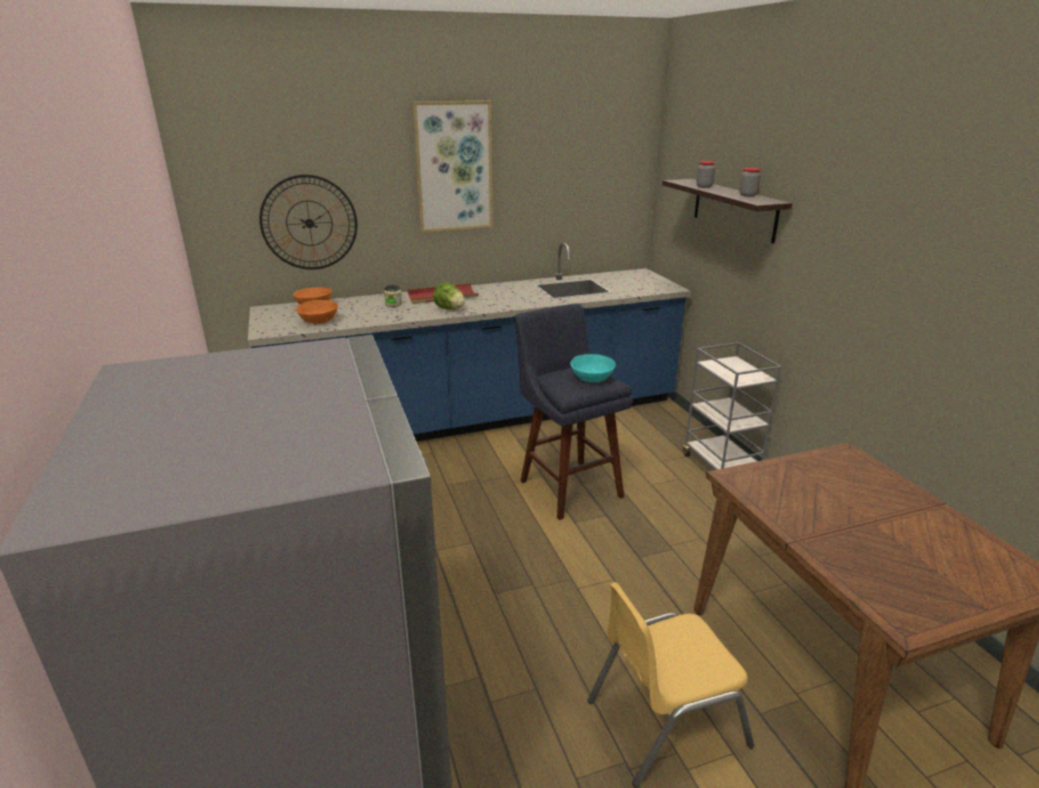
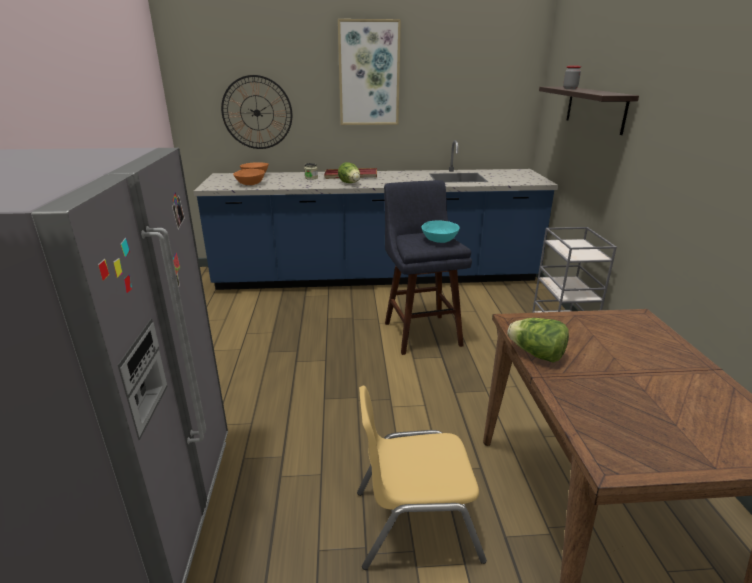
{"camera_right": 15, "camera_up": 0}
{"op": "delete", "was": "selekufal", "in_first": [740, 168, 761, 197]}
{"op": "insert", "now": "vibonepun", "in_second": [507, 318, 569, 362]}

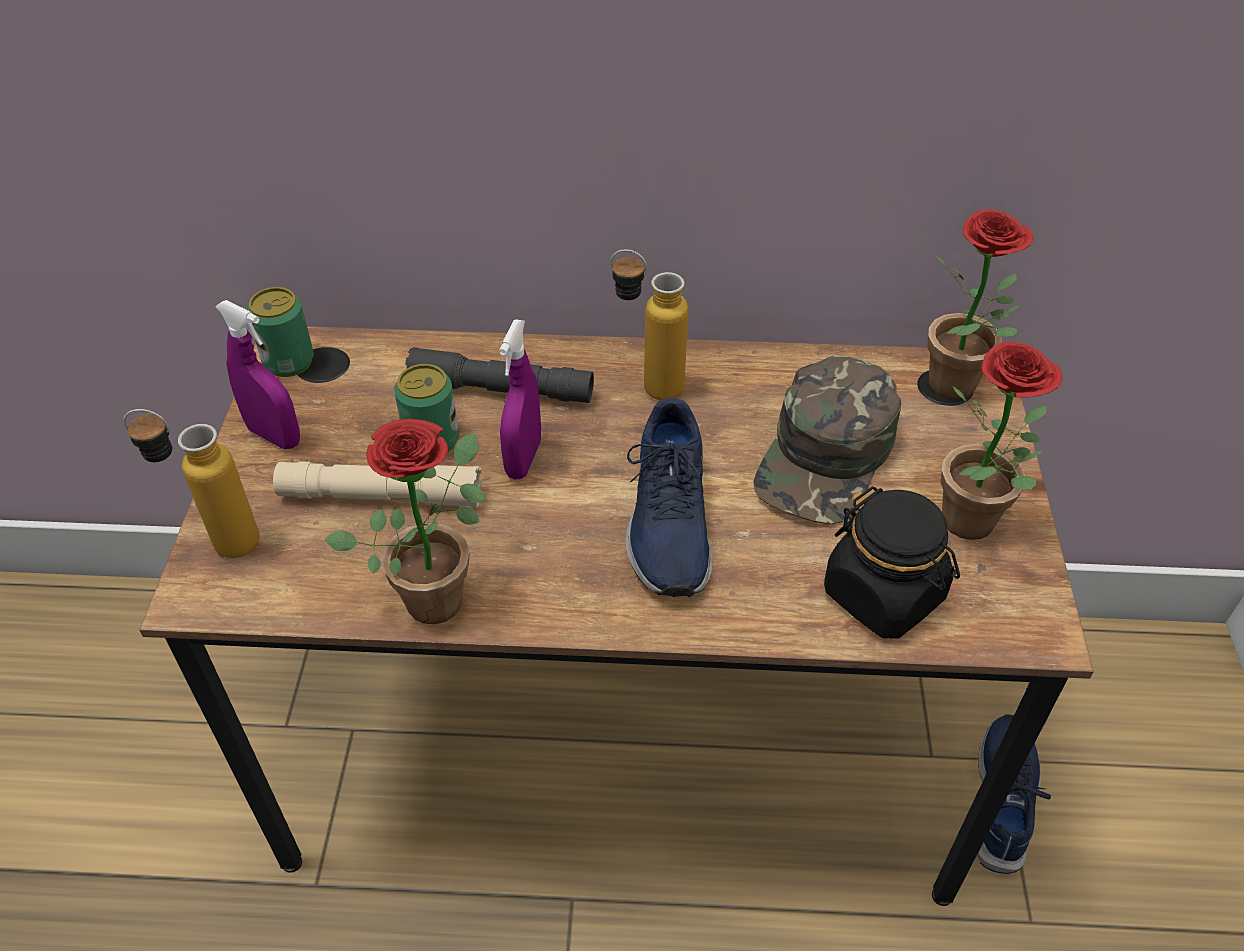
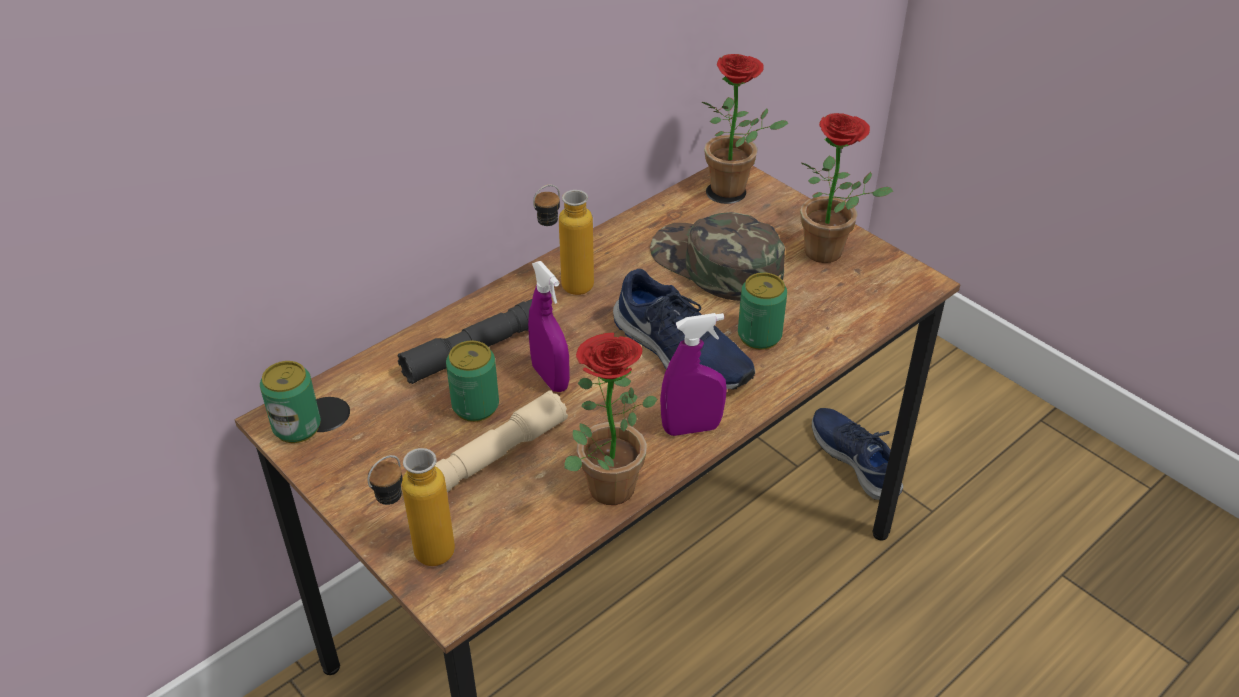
{"camera_right": -45, "camera_up": -5}
{"op": "delete", "was": "black_selekufal", "in_first": [824, 486, 960, 639]}
{"op": "insert", "now": "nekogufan", "in_second": [738, 272, 787, 350]}
{"op": "move", "was": "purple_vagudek", "in_first": [215, 300, 300, 449], "in_second": [660, 313, 727, 436]}
{"op": "rotate", "was": "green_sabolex", "in_first": [753, 356, 902, 525], "in_second": [650, 212, 785, 301], "clockwise": 150}

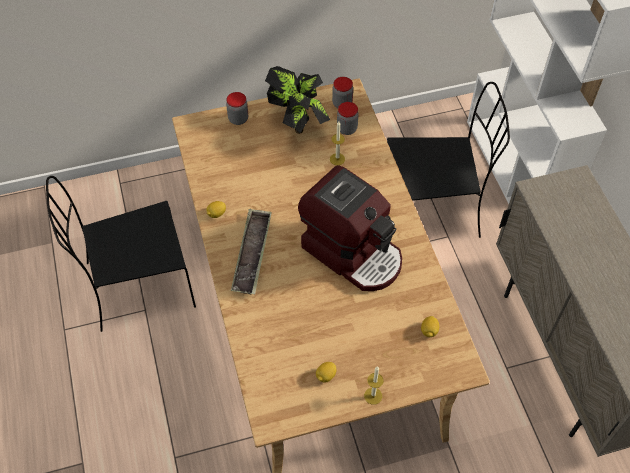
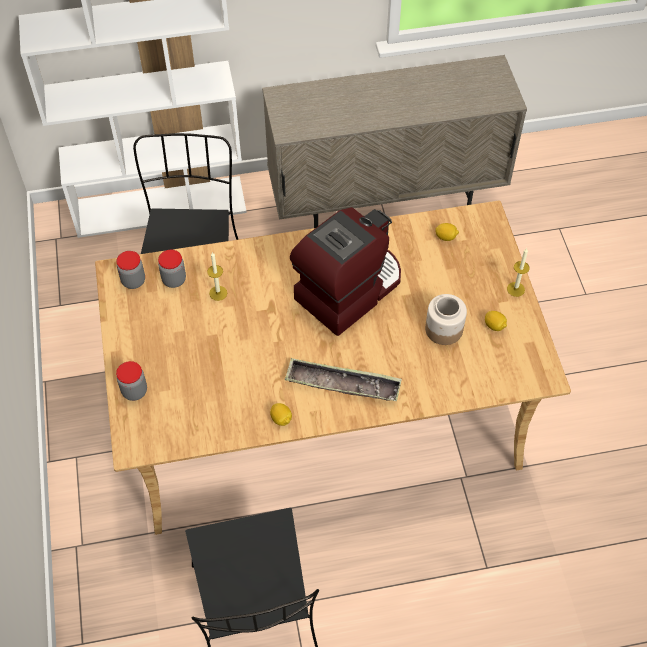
{"camera_right": -85, "camera_up": 0}
{"op": "delete", "was": "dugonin", "in_first": [265, 66, 330, 134]}
{"op": "insert", "now": "selekufal", "in_second": [425, 294, 467, 345]}

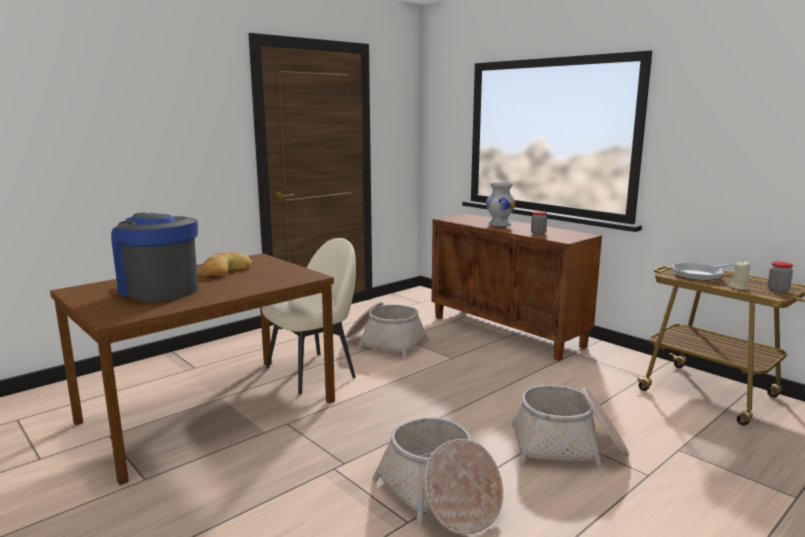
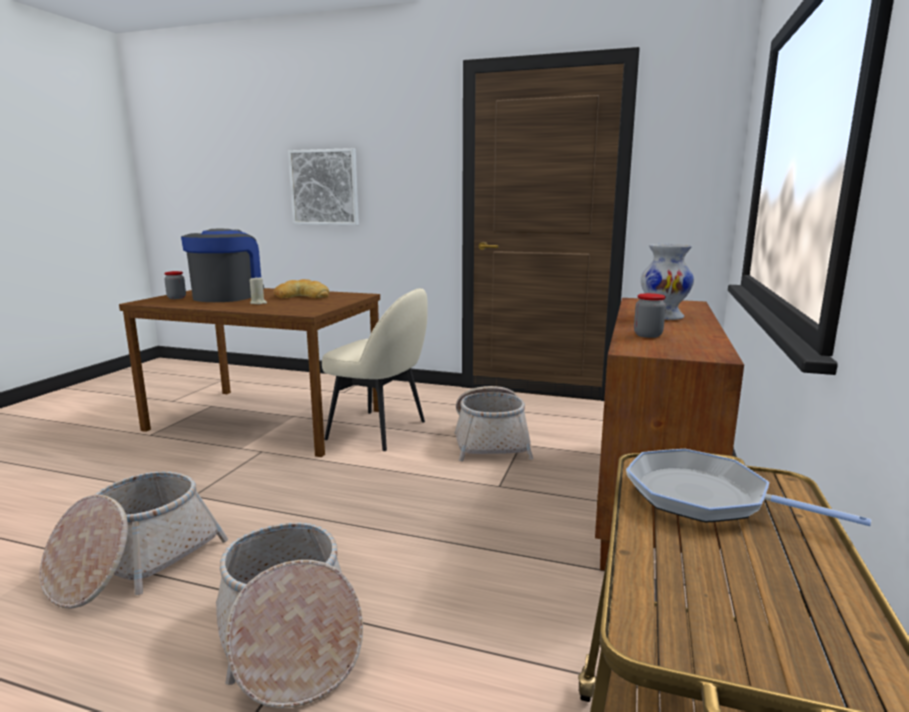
{"camera_right": 60, "camera_up": 0}
{"op": "insert", "now": "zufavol", "in_second": [288, 148, 359, 225]}
{"op": "move", "was": "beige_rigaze", "in_first": [729, 262, 750, 290], "in_second": [250, 278, 267, 304]}
{"op": "move", "was": "selekufal", "in_first": [767, 261, 793, 293], "in_second": [164, 271, 186, 299]}

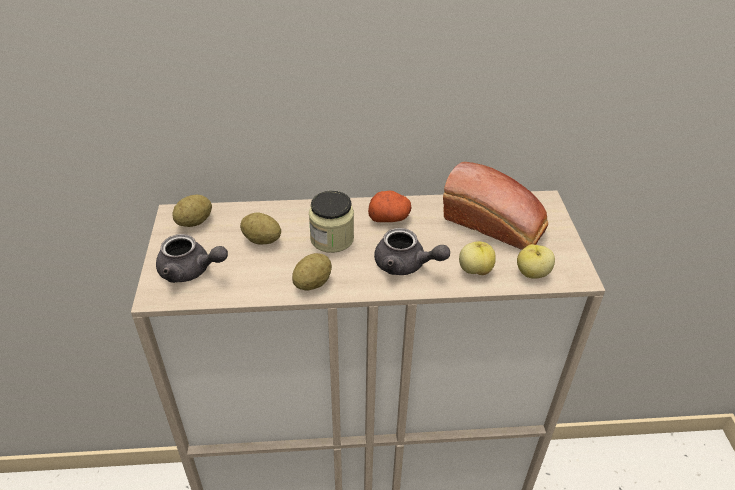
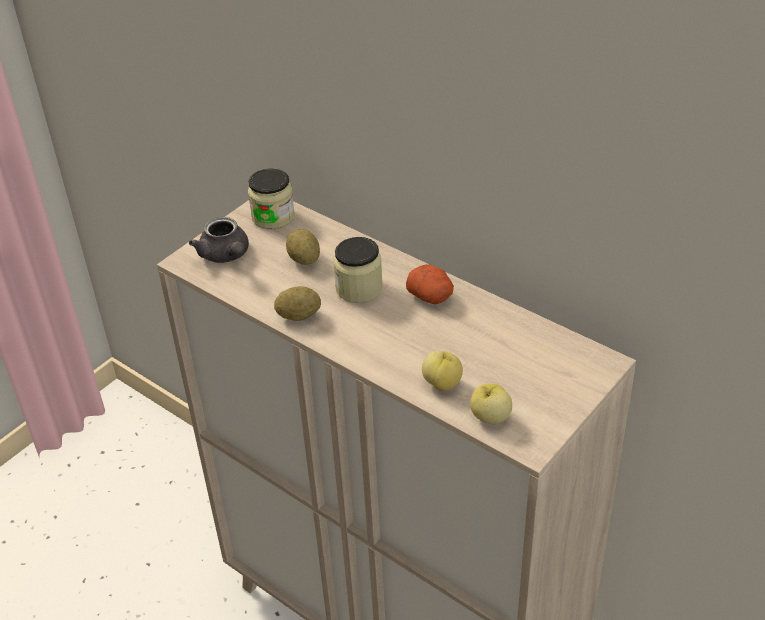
{"camera_right": 45, "camera_up": 0}
{"op": "delete", "was": "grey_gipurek", "in_first": [374, 228, 450, 275]}
{"op": "delete", "was": "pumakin", "in_first": [443, 162, 548, 250]}
{"op": "replace", "was": "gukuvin", "now": "selekufal", "in_first": [172, 195, 212, 227], "in_second": [248, 169, 295, 229]}

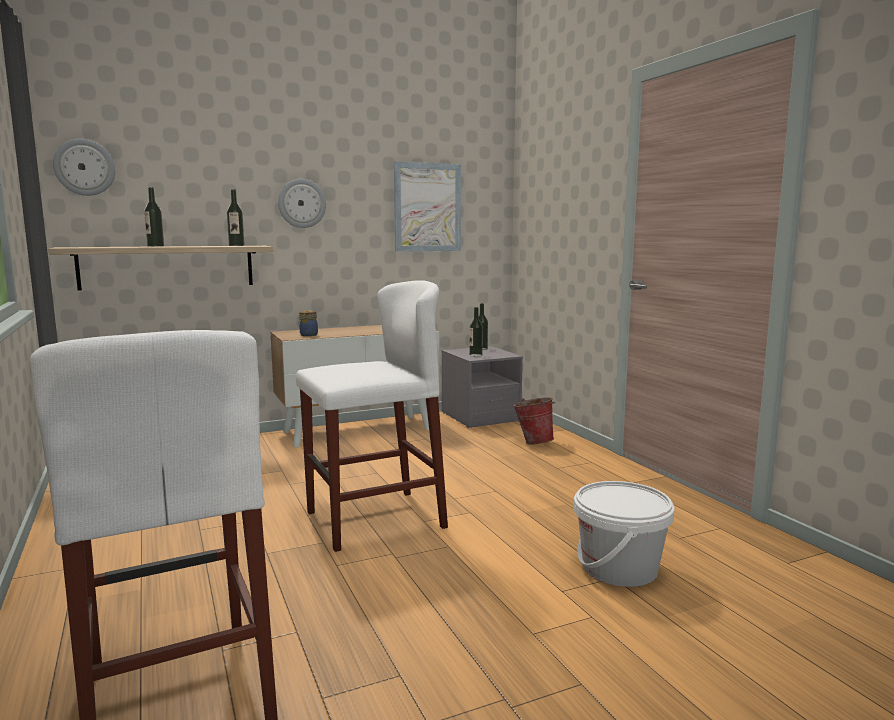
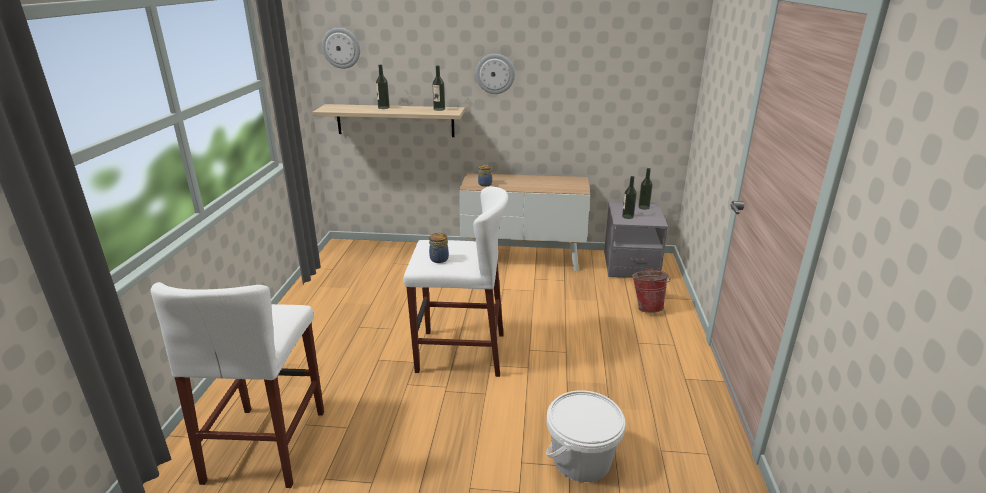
{"camera_right": 30, "camera_up": 15}
{"op": "delete", "was": "zufavol", "in_first": [394, 162, 461, 252]}
{"op": "insert", "now": "selekufal", "in_second": [429, 233, 449, 263]}

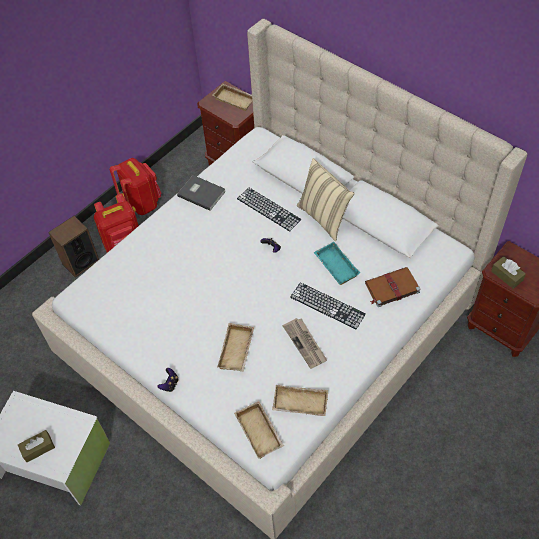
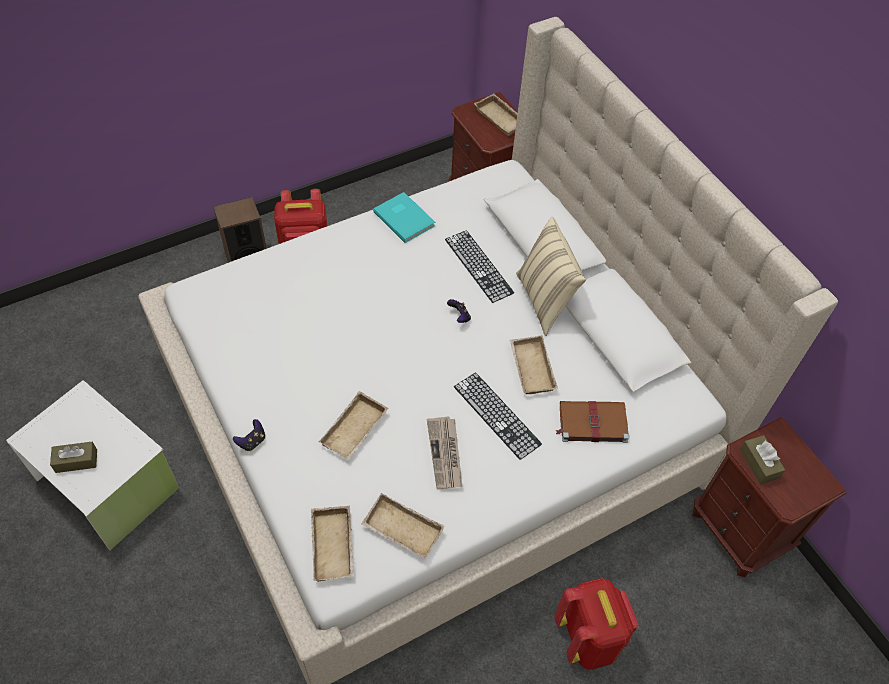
{"camera_right": 15, "camera_up": 0}
{"op": "move", "was": "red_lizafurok", "in_first": [110, 158, 161, 215], "in_second": [554, 578, 639, 670]}
{"op": "recolor", "was": "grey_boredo", "now": "turquoise_boredo", "in_first": [177, 175, 226, 211], "in_second": [373, 192, 435, 243]}
{"op": "recolor", "was": "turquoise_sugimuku", "now": "beige_sugimuku", "in_first": [314, 242, 360, 285], "in_second": [509, 335, 558, 394]}

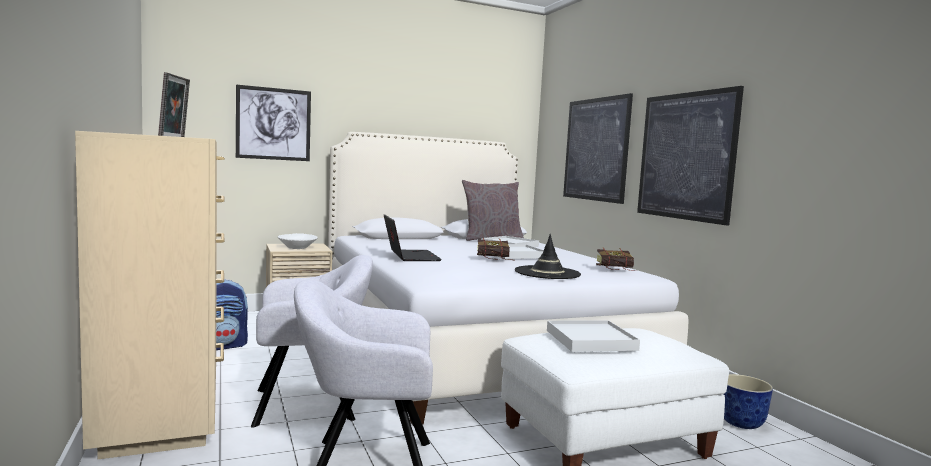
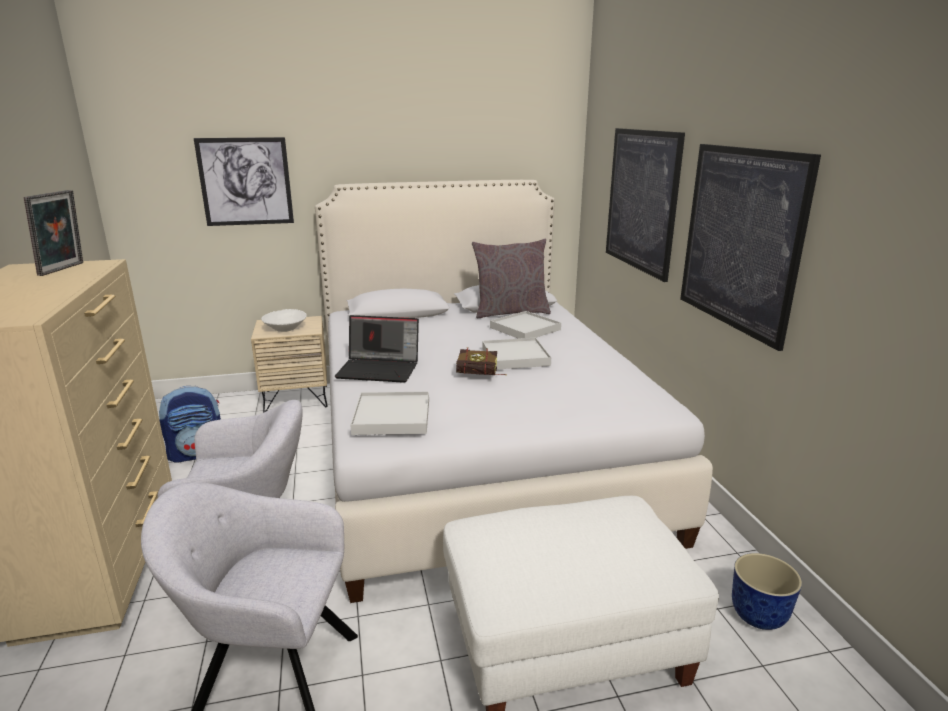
{"camera_right": 10, "camera_up": 15}
{"op": "delete", "was": "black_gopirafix", "in_first": [515, 234, 581, 279]}
{"op": "delete", "was": "boredo", "in_first": [596, 248, 636, 271]}
{"op": "move", "was": "white_sugimuku", "in_first": [547, 320, 640, 352], "in_second": [350, 392, 429, 435]}
{"op": "rotate", "was": "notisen", "in_first": [384, 214, 442, 261], "in_second": [334, 315, 419, 383], "clockwise": 105}

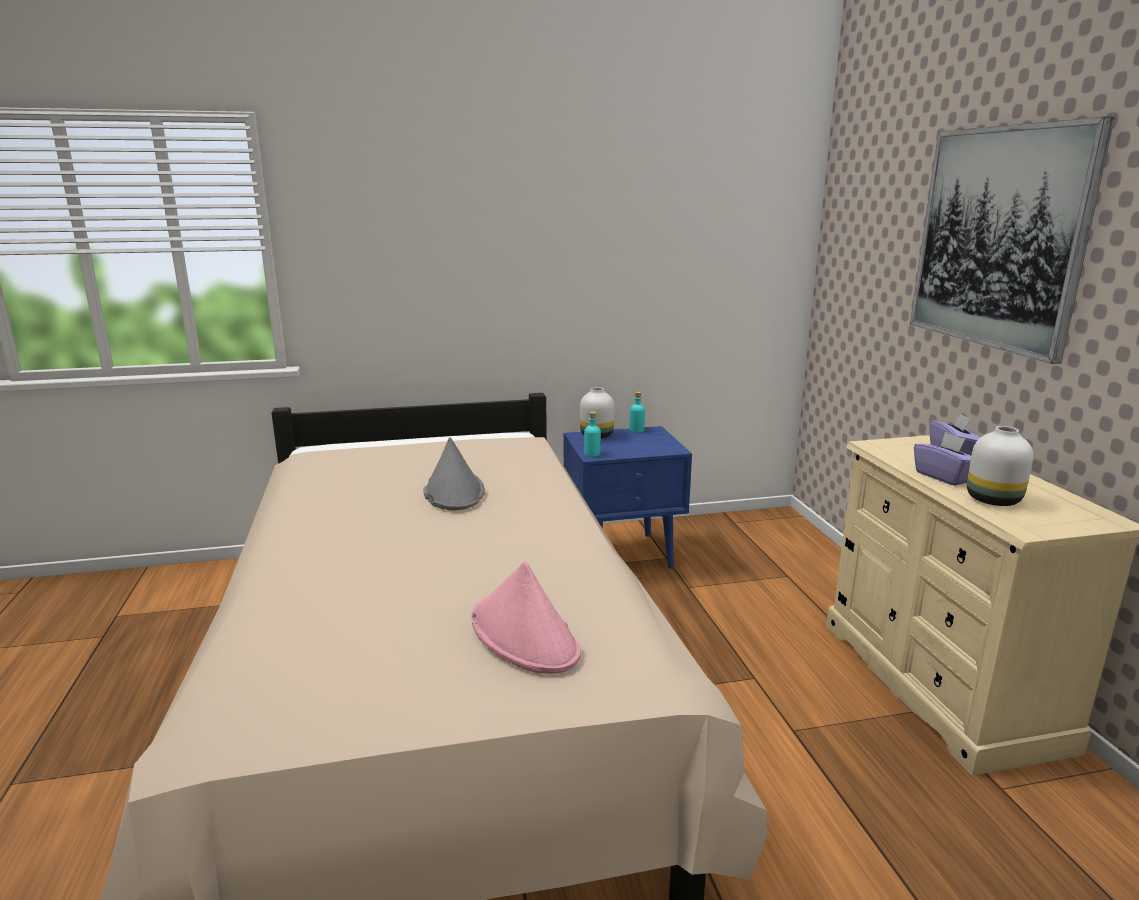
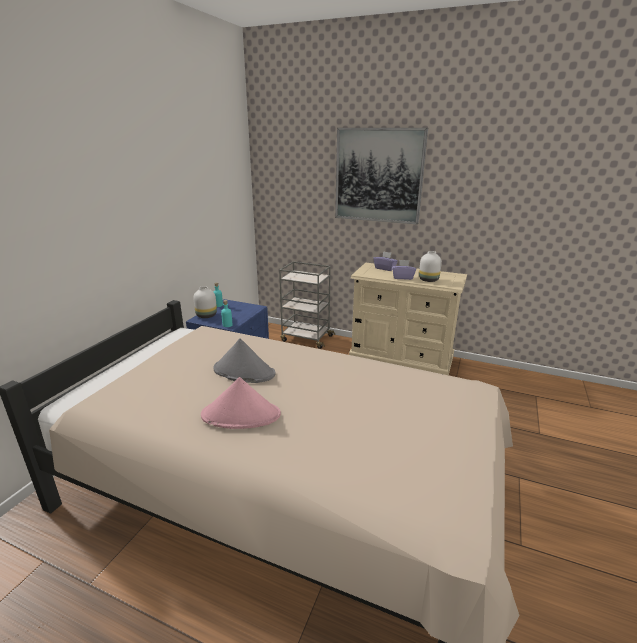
{"camera_right": -55, "camera_up": 5}
{"op": "insert", "now": "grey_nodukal", "in_second": [279, 261, 335, 349]}
{"op": "move", "was": "pink_gopirafix", "in_first": [471, 561, 581, 674], "in_second": [201, 377, 281, 429]}

